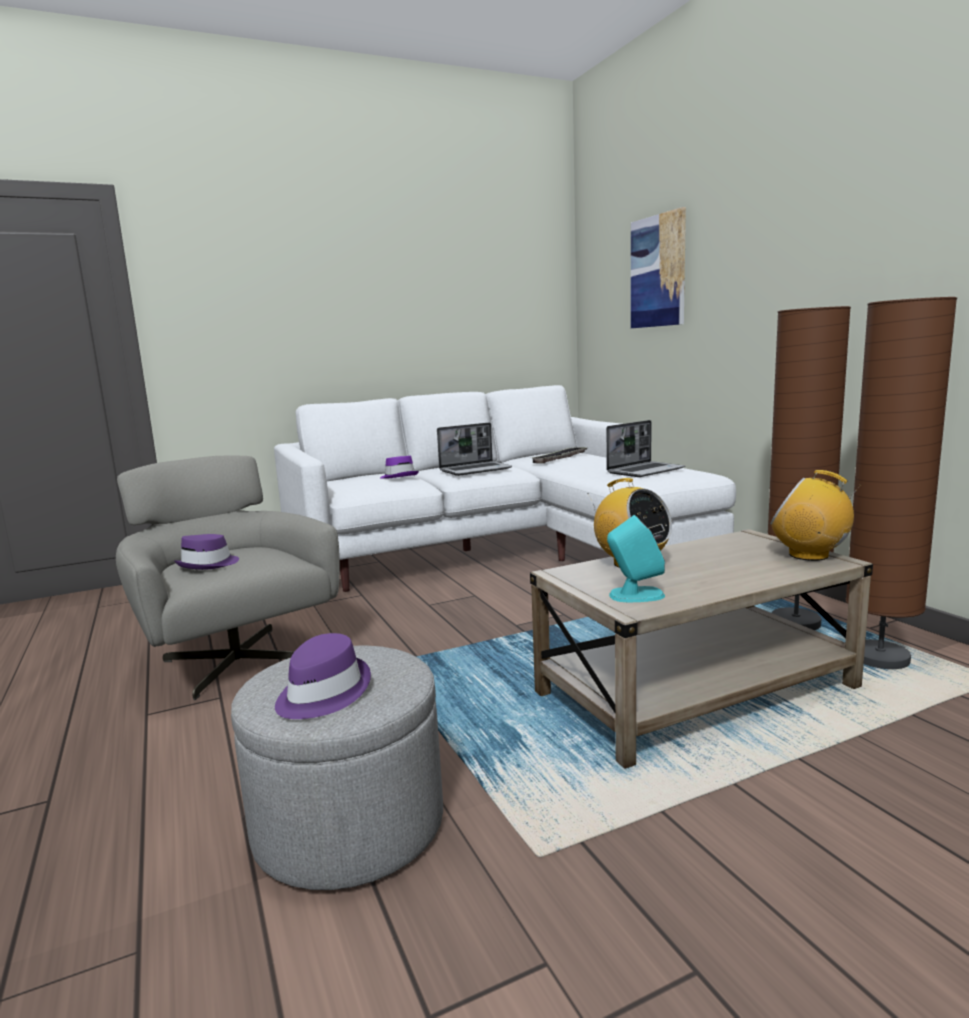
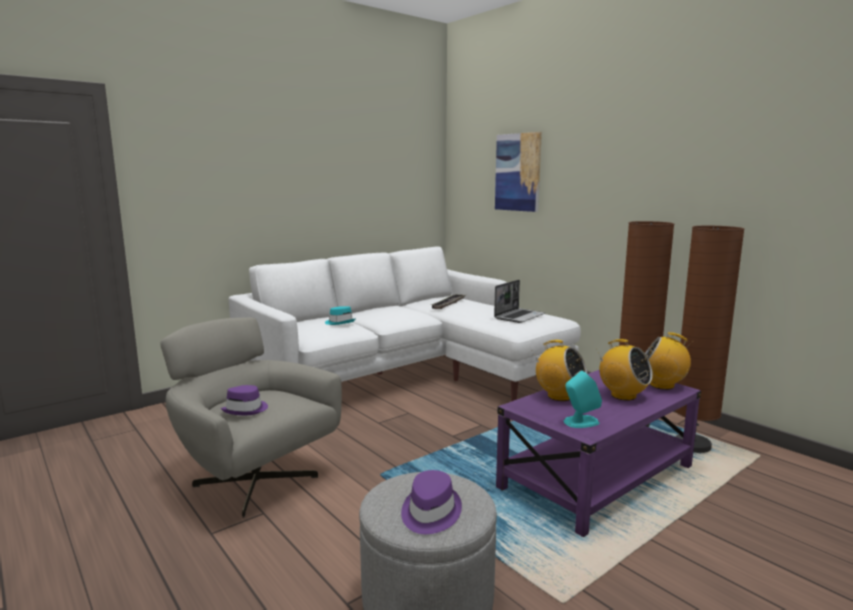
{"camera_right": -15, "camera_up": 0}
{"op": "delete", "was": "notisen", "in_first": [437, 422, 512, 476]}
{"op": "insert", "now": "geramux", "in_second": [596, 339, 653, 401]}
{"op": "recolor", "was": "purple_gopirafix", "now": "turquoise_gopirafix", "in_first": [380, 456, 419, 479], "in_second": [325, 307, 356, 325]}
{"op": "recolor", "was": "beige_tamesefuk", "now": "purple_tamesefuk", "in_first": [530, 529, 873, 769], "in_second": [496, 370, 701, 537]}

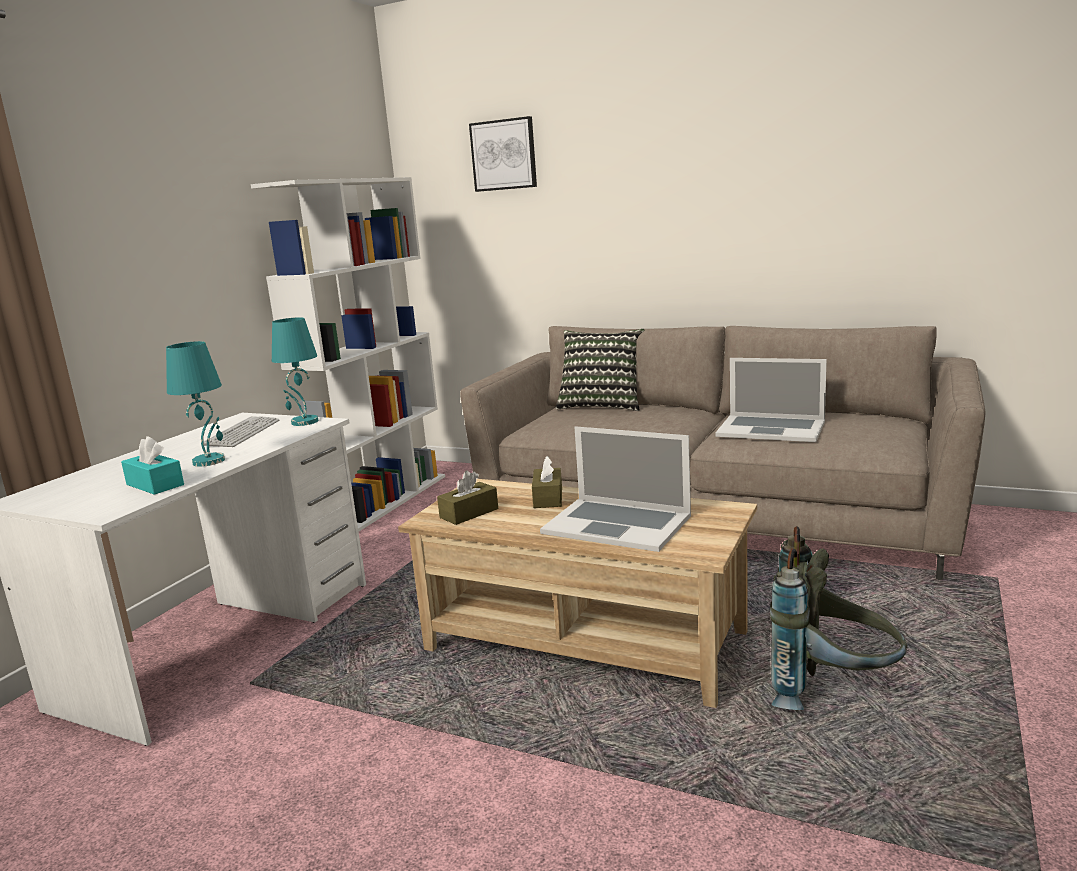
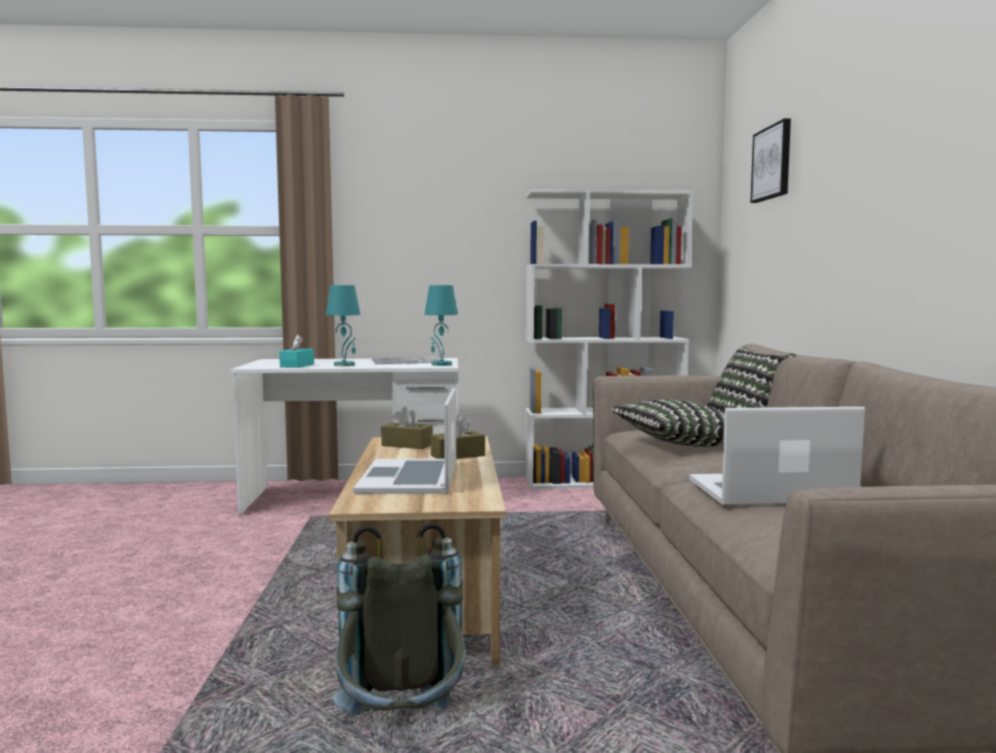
{"camera_right": 60, "camera_up": -10}
{"op": "insert", "now": "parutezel", "in_second": [611, 399, 725, 447]}
{"op": "rotate", "was": "notisen", "in_first": [715, 358, 827, 442], "in_second": [689, 407, 865, 505], "clockwise": 90}

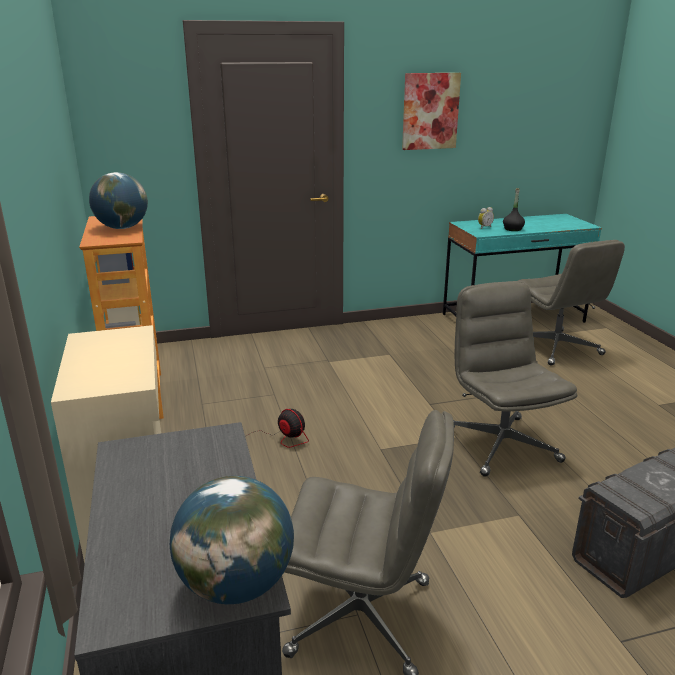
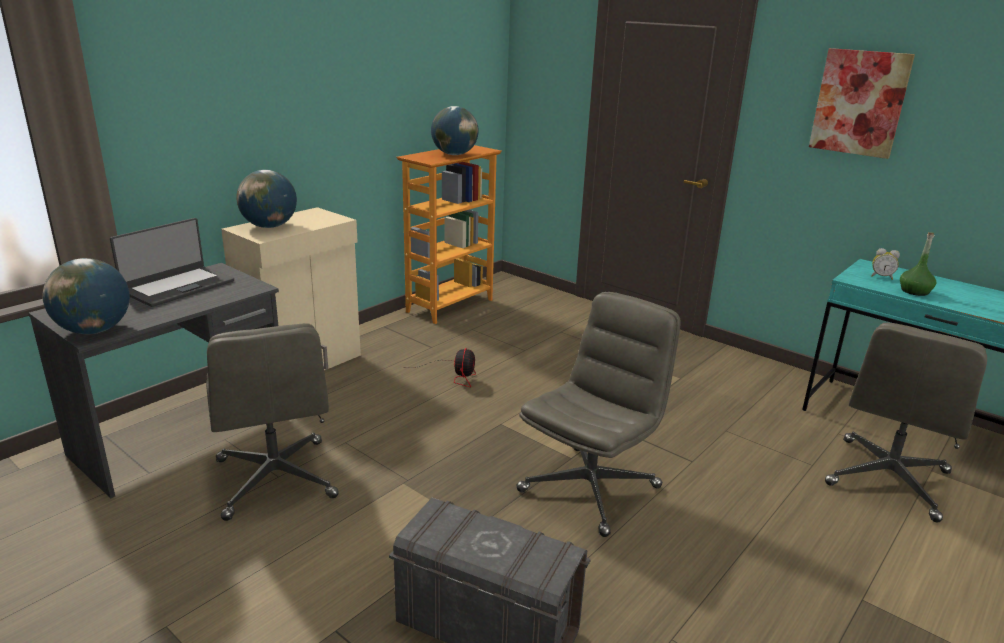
{"camera_right": 55, "camera_up": 0}
{"op": "insert", "now": "notisen", "in_second": [110, 218, 234, 307]}
{"op": "insert", "now": "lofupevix", "in_second": [236, 170, 297, 228]}
{"op": "recolor", "was": "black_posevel", "now": "green_posevel", "in_first": [503, 188, 525, 231], "in_second": [900, 232, 936, 296]}

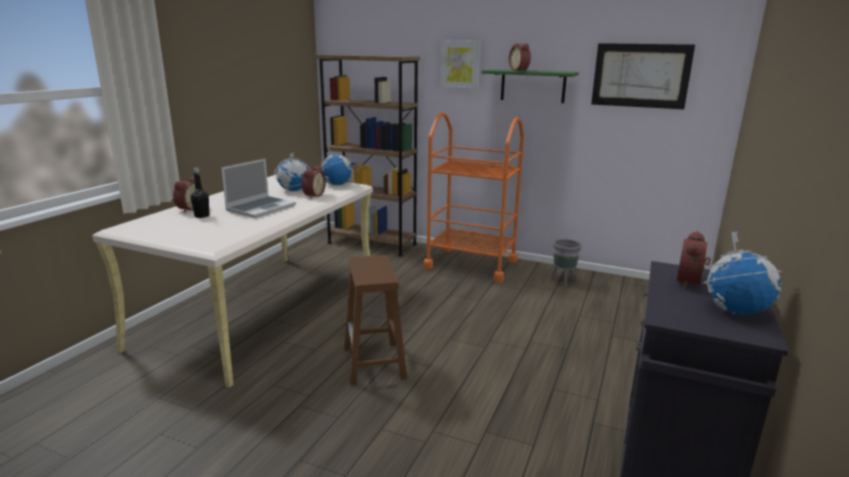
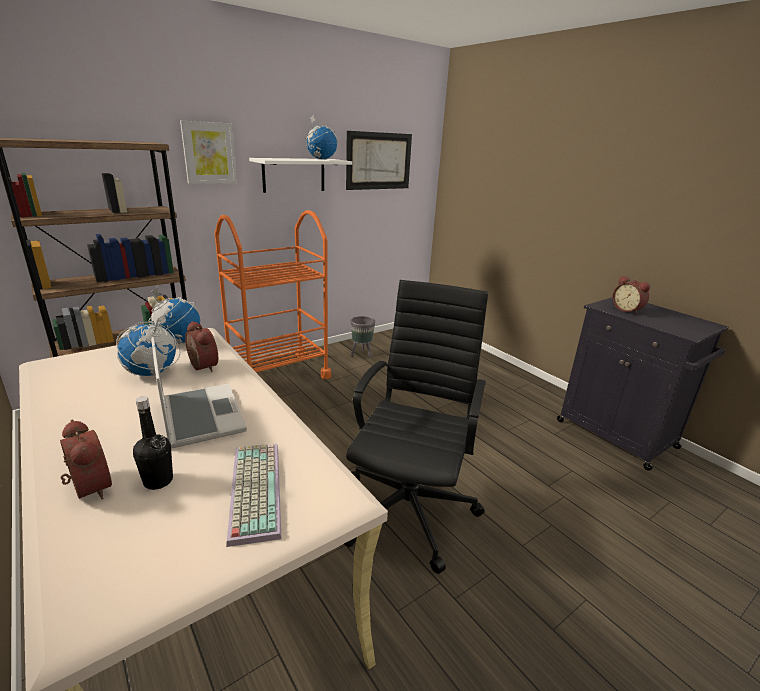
{"camera_right": -60, "camera_up": 5}
{"op": "delete", "was": "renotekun", "in_first": [509, 43, 531, 71]}
{"op": "insert", "now": "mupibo", "in_second": [226, 443, 282, 547]}
{"op": "move", "was": "lofupevix", "in_first": [702, 232, 782, 315], "in_second": [305, 115, 338, 159]}
{"op": "replace", "was": "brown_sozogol", "now": "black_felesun", "in_first": [344, 255, 407, 385], "in_second": [344, 280, 488, 574]}
{"op": "recolor", "was": "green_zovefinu", "now": "white_zovefinu", "in_first": [482, 69, 579, 103], "in_second": [249, 158, 352, 193]}

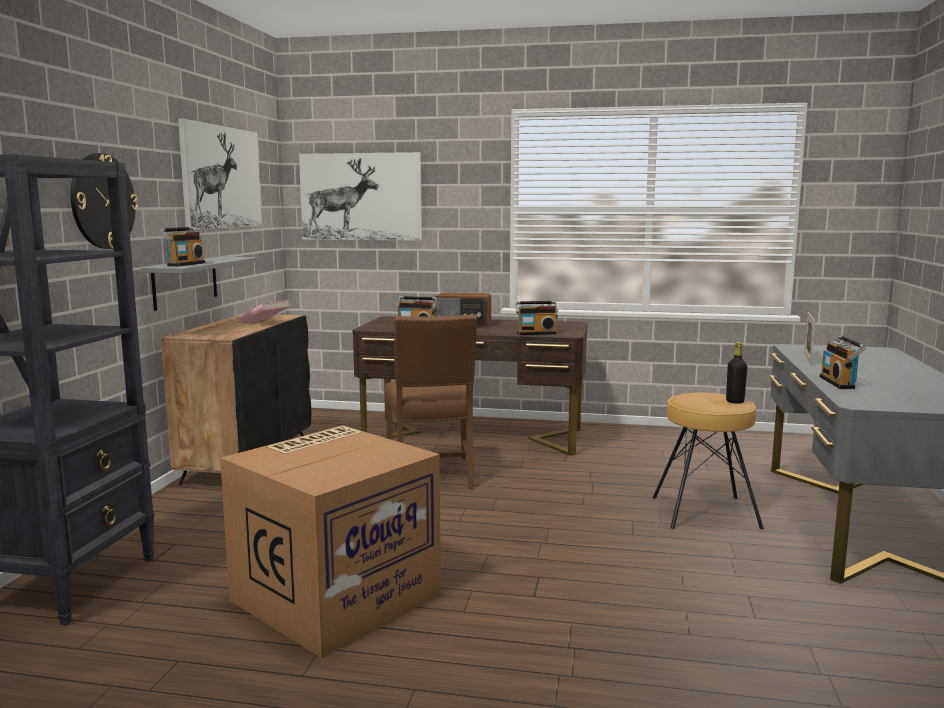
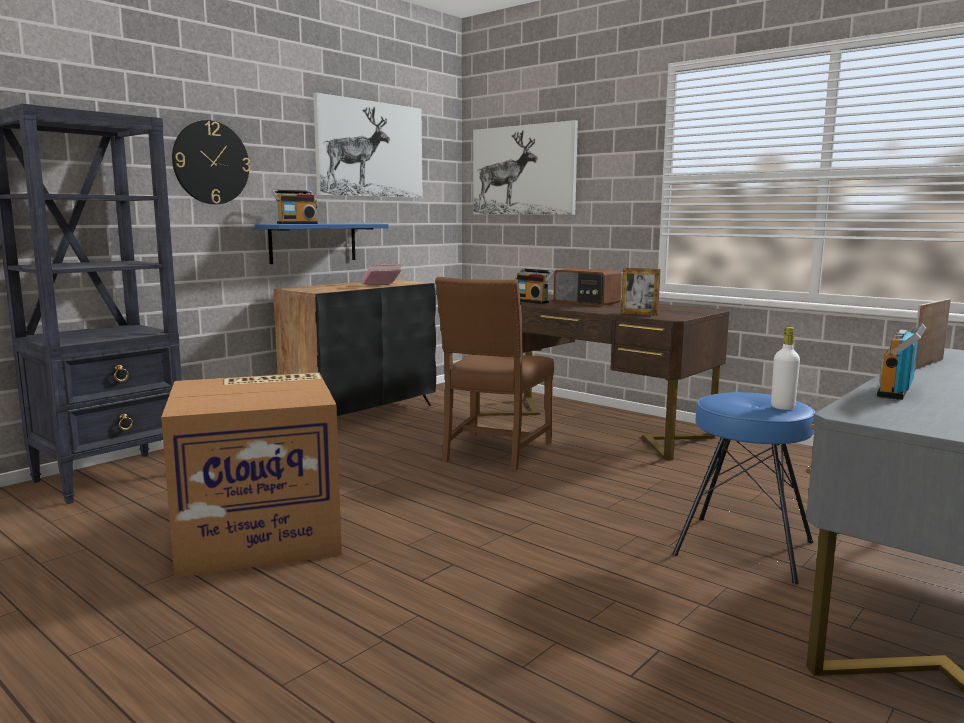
{"camera_right": 30, "camera_up": 0}
{"op": "replace", "was": "geramux", "now": "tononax", "in_first": [515, 301, 558, 335], "in_second": [621, 268, 661, 316]}
{"op": "recolor", "was": "grey_zovefinu", "now": "blue_zovefinu", "in_first": [141, 257, 257, 311], "in_second": [255, 224, 388, 264]}
{"op": "recolor", "was": "brown_sozogol", "now": "blue_sozogol", "in_first": [653, 392, 764, 529], "in_second": [672, 392, 815, 584]}
{"op": "recolor", "was": "black_posevel", "now": "white_posevel", "in_first": [726, 342, 747, 404], "in_second": [771, 327, 800, 410]}

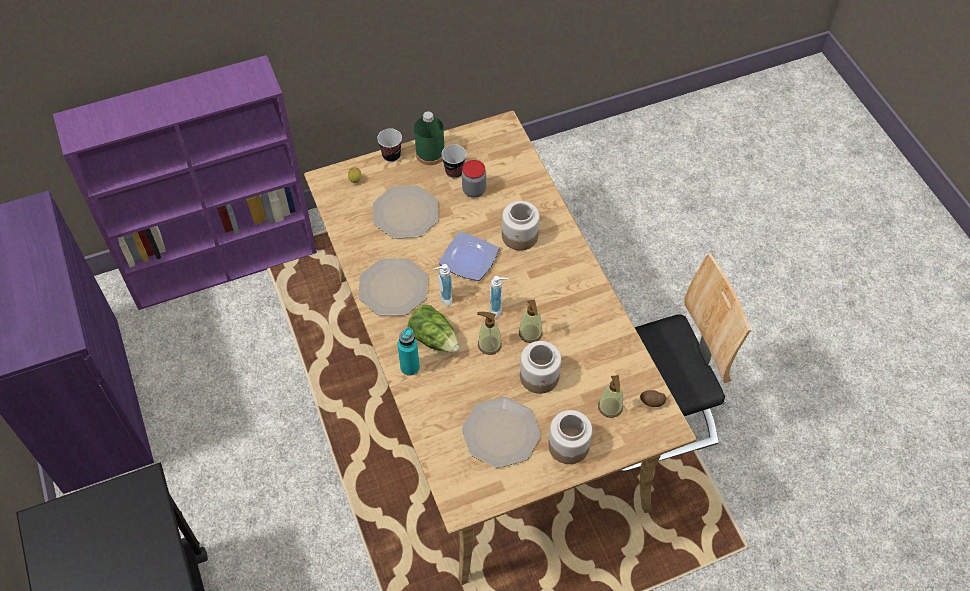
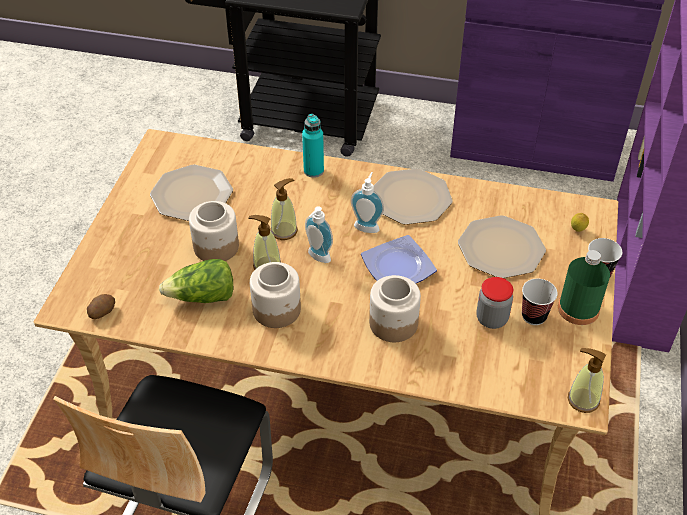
{"camera_right": 125, "camera_up": -10}
{"op": "move", "was": "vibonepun", "in_first": [408, 305, 460, 353], "in_second": [159, 259, 233, 303]}
{"op": "move", "was": "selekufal", "in_first": [548, 410, 592, 464], "in_second": [250, 262, 301, 328]}
{"op": "move", "was": "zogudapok", "in_first": [598, 375, 623, 418], "in_second": [568, 348, 606, 413]}

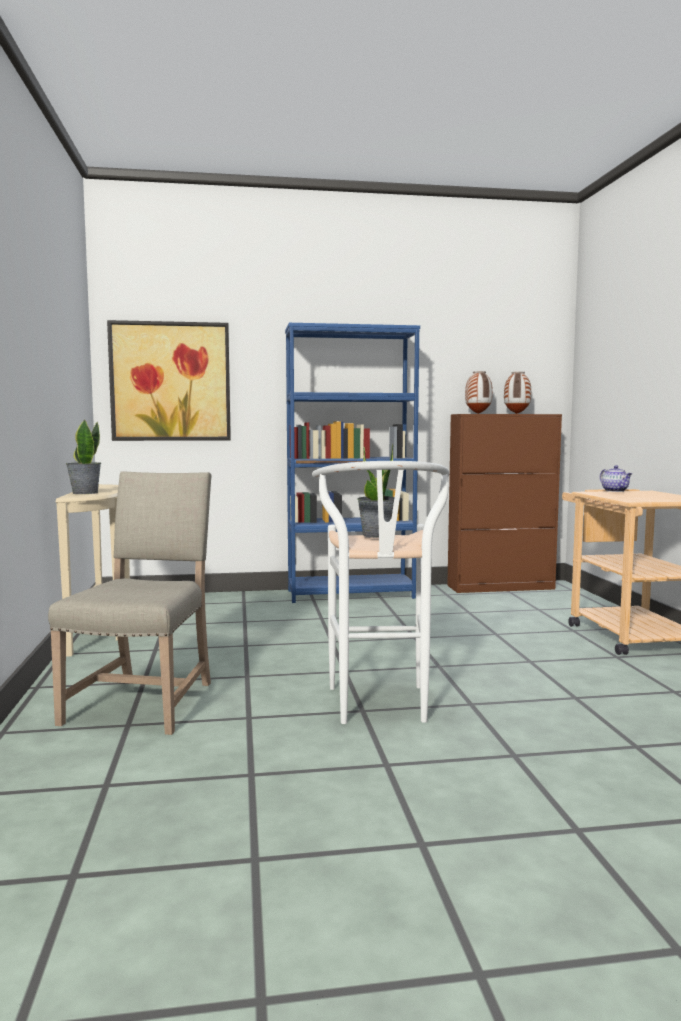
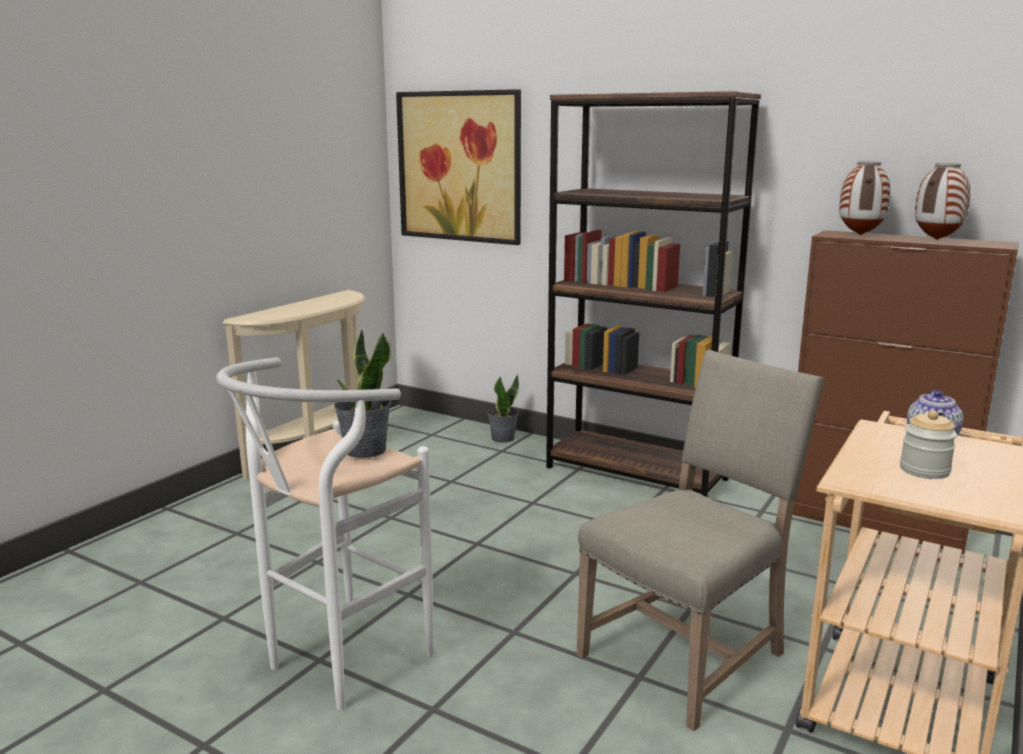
{"camera_right": 40, "camera_up": 10}
{"op": "insert", "now": "selekufal", "in_second": [900, 410, 957, 479]}
{"op": "move", "was": "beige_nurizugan", "in_first": [48, 471, 211, 735], "in_second": [577, 350, 825, 731]}
{"op": "move", "was": "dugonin", "in_first": [66, 419, 101, 494], "in_second": [487, 374, 519, 443]}
{"op": "recolor", "was": "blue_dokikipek", "now": "brown_dokikipek", "in_first": [285, 323, 420, 603], "in_second": [546, 91, 761, 497]}

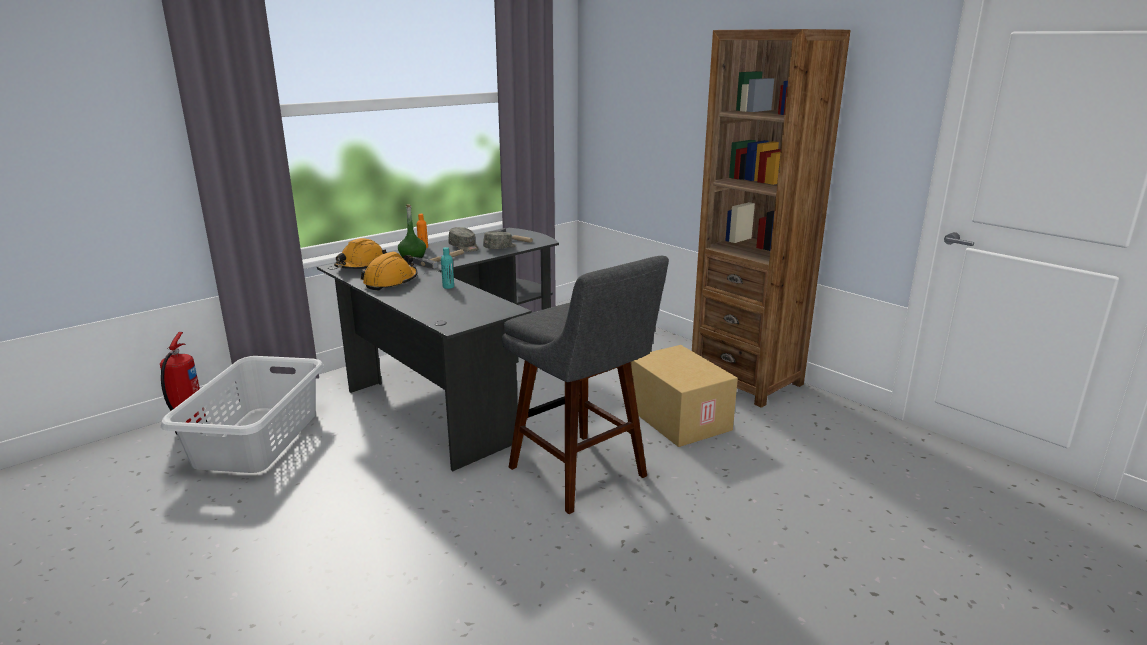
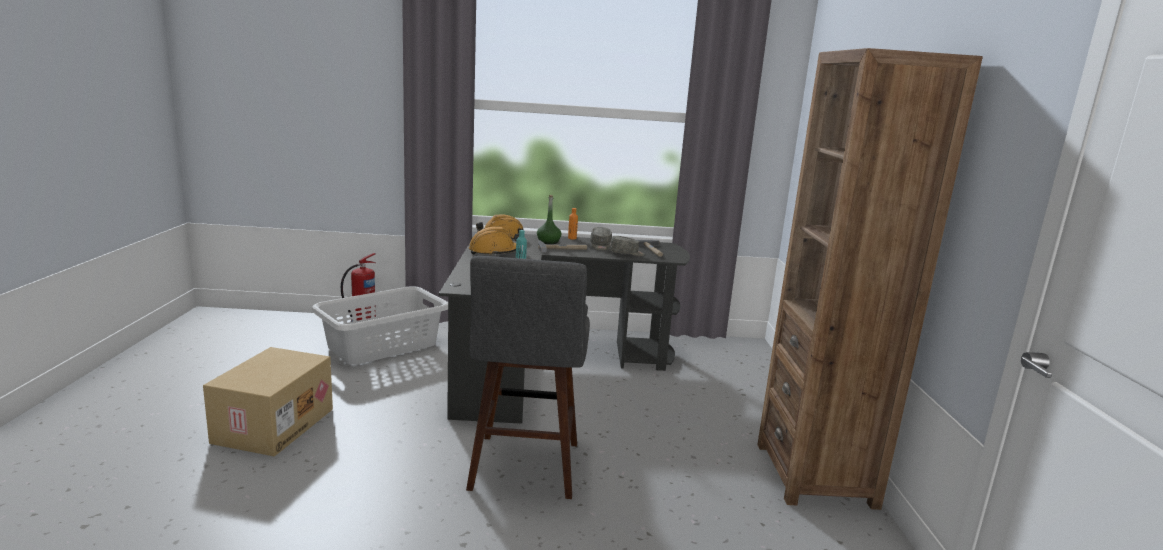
{"camera_right": 40, "camera_up": -5}
{"op": "move", "was": "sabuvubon", "in_first": [631, 345, 738, 447], "in_second": [203, 347, 333, 456]}

